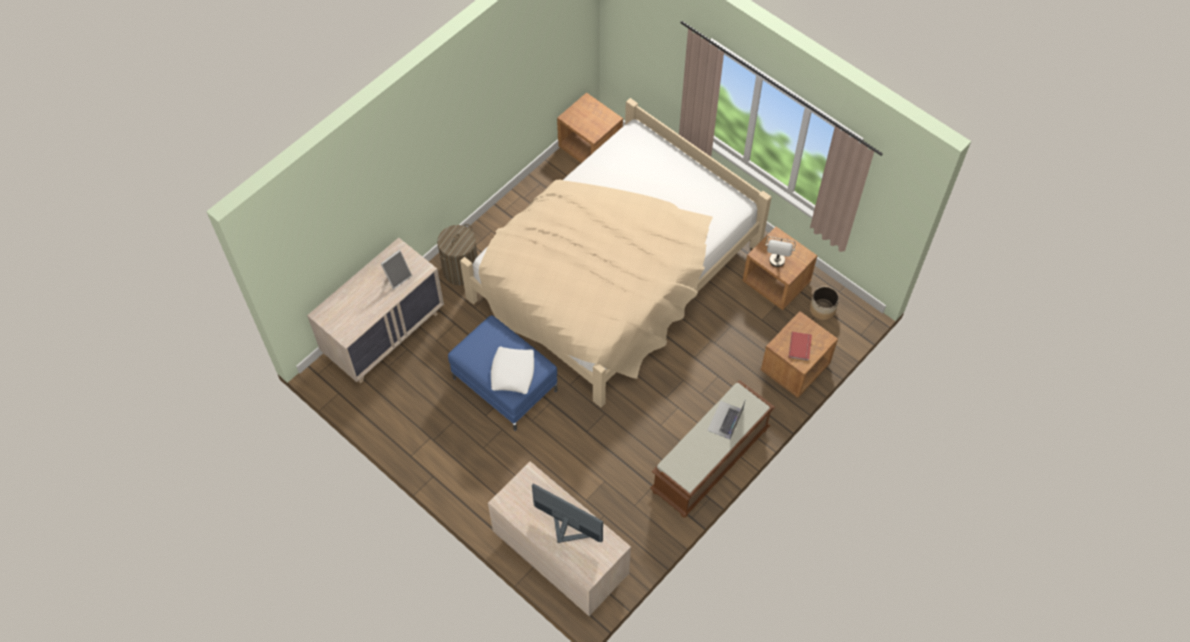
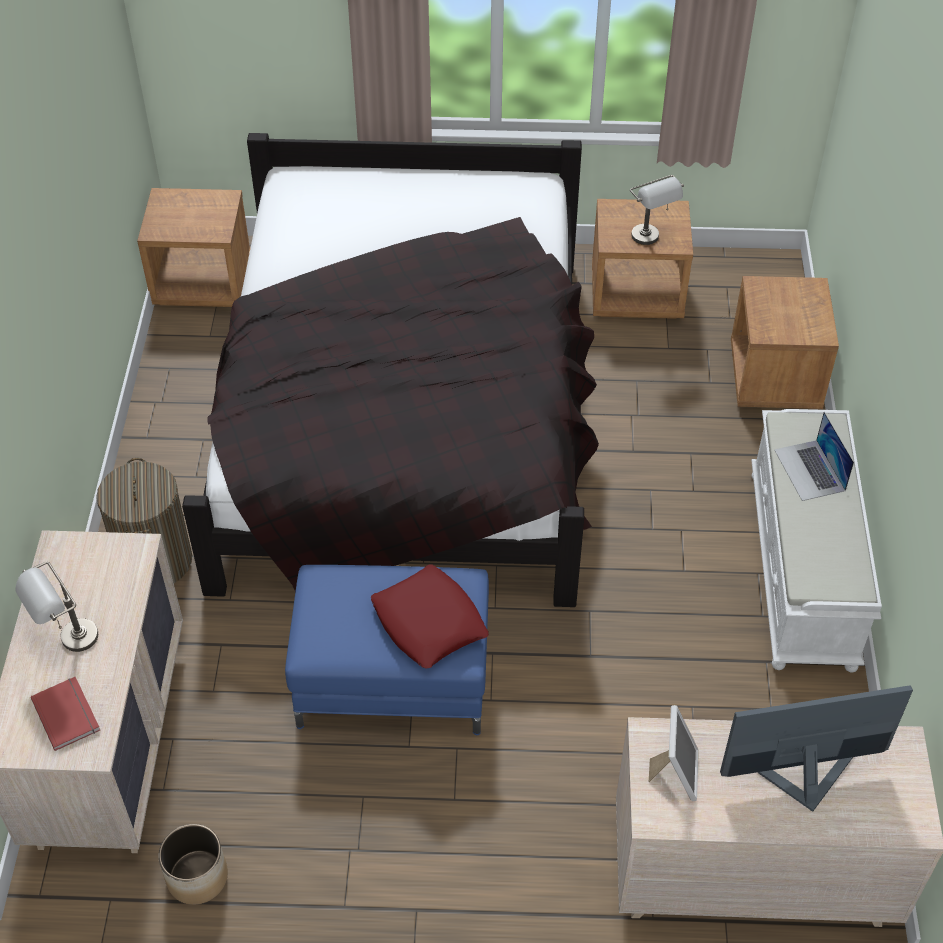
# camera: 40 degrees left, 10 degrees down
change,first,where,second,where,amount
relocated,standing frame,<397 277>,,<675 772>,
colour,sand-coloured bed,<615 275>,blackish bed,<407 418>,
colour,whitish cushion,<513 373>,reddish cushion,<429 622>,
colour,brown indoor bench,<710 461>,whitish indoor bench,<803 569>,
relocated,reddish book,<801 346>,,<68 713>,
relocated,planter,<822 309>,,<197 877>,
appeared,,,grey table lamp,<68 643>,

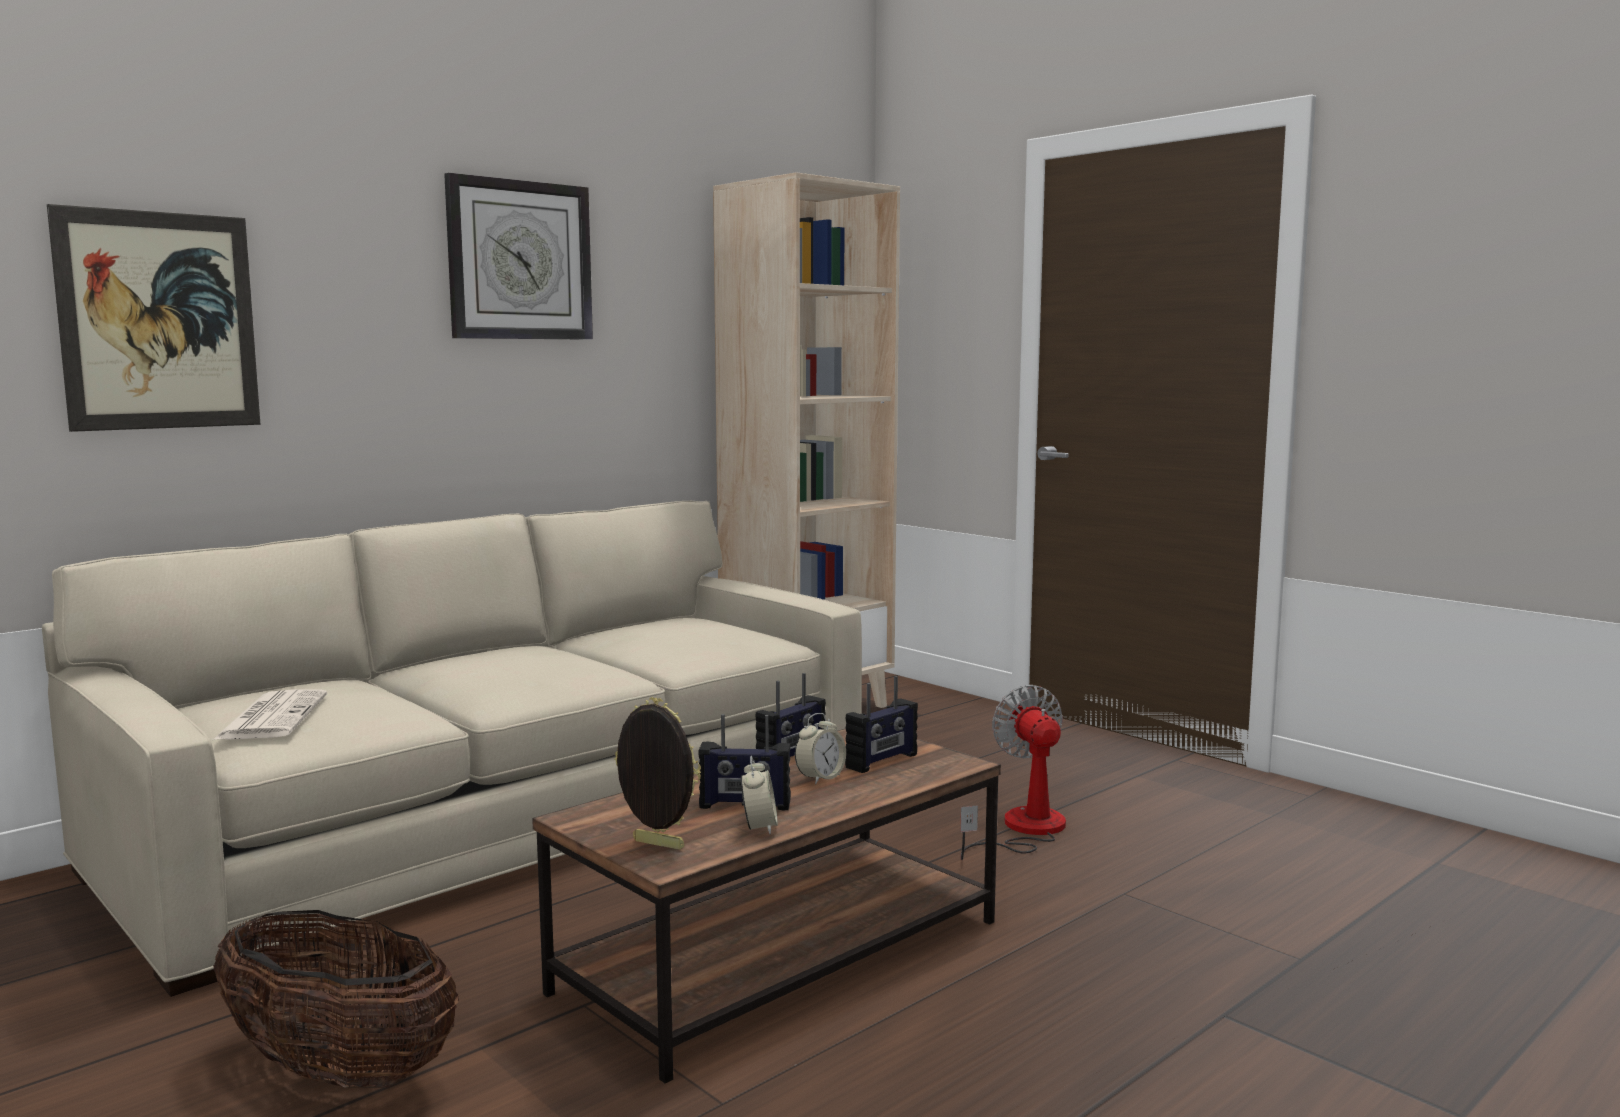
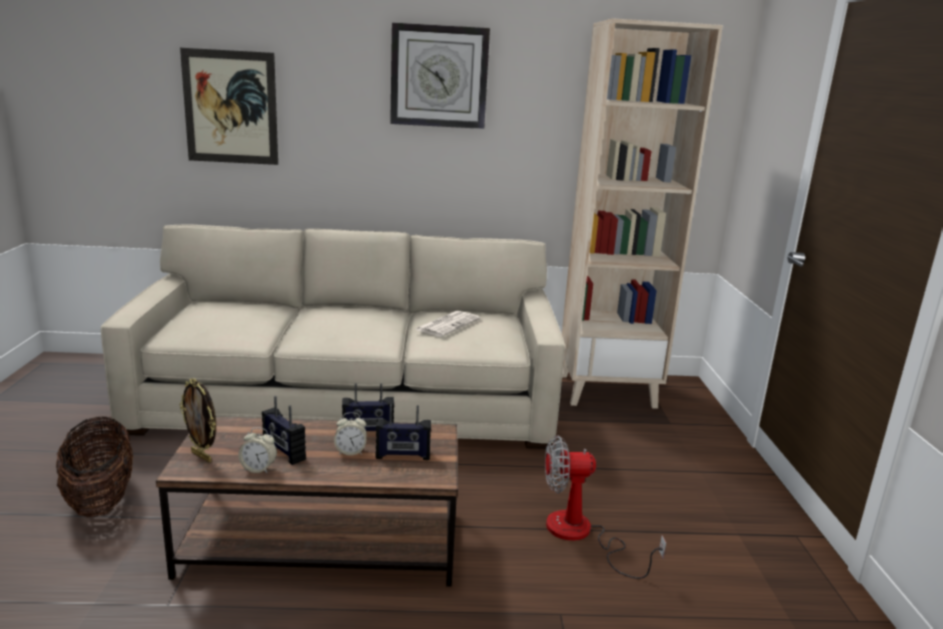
# camera: 40 degrees right, 10 degrees up
change,first,where,second,where,amount
relocated,newspaper,<272 717>,,<447 324>,
spun,standing frame,<656 845>,,<202 456>,150 degrees clockwise
spun,alarm clock,<759 827>,,<258 469>,60 degrees clockwise
spun,cooling fan,<1023 830>,,<581 535>,120 degrees counterclockwise

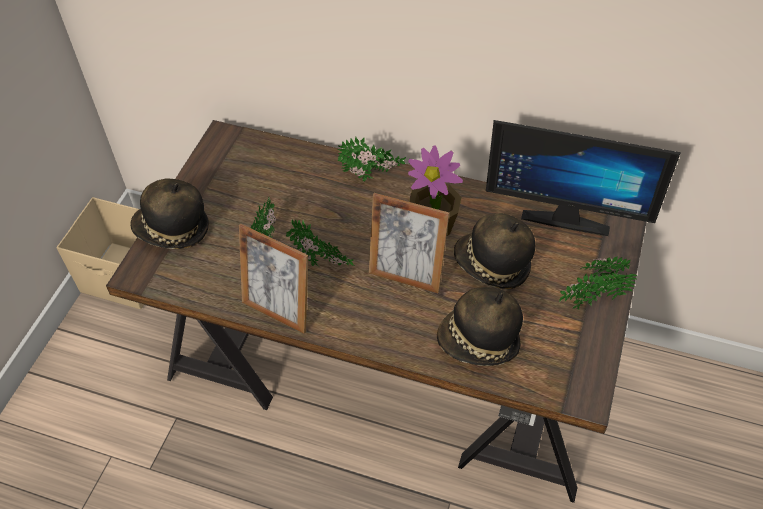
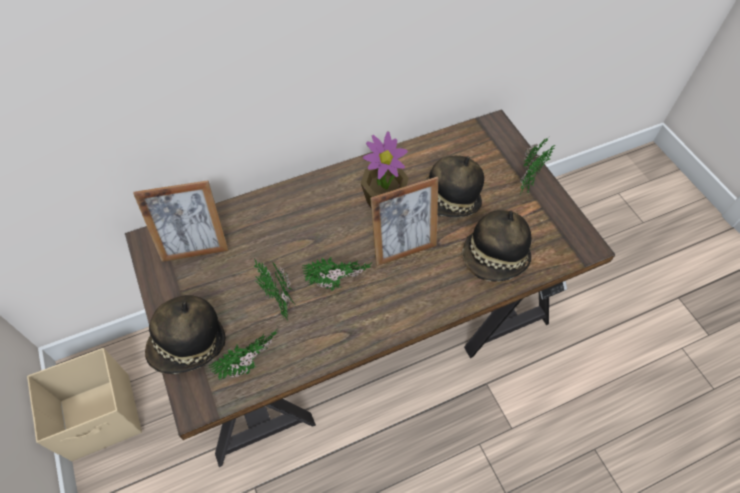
# camera: 45 degrees left, 5 degrees up
change,first,where,second,where,amount
relocated,standing frame,<279 309>,,<195 248>,
relocated,houseplant,<371 178>,,<251 365>,
missing,computer screen,<566 215>,,,

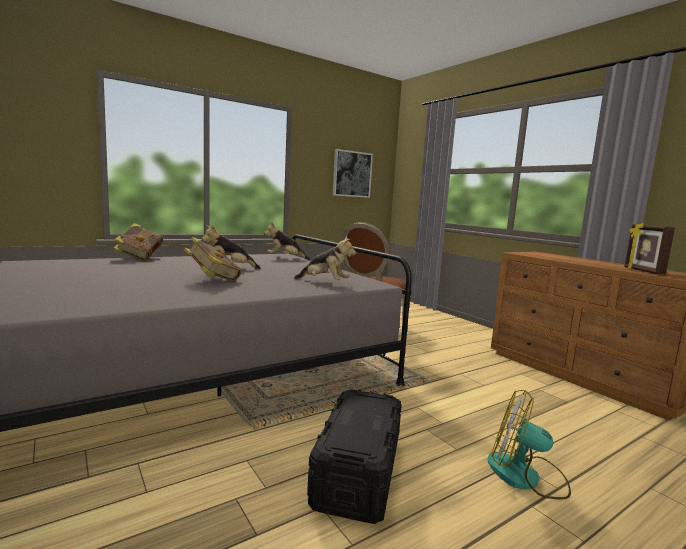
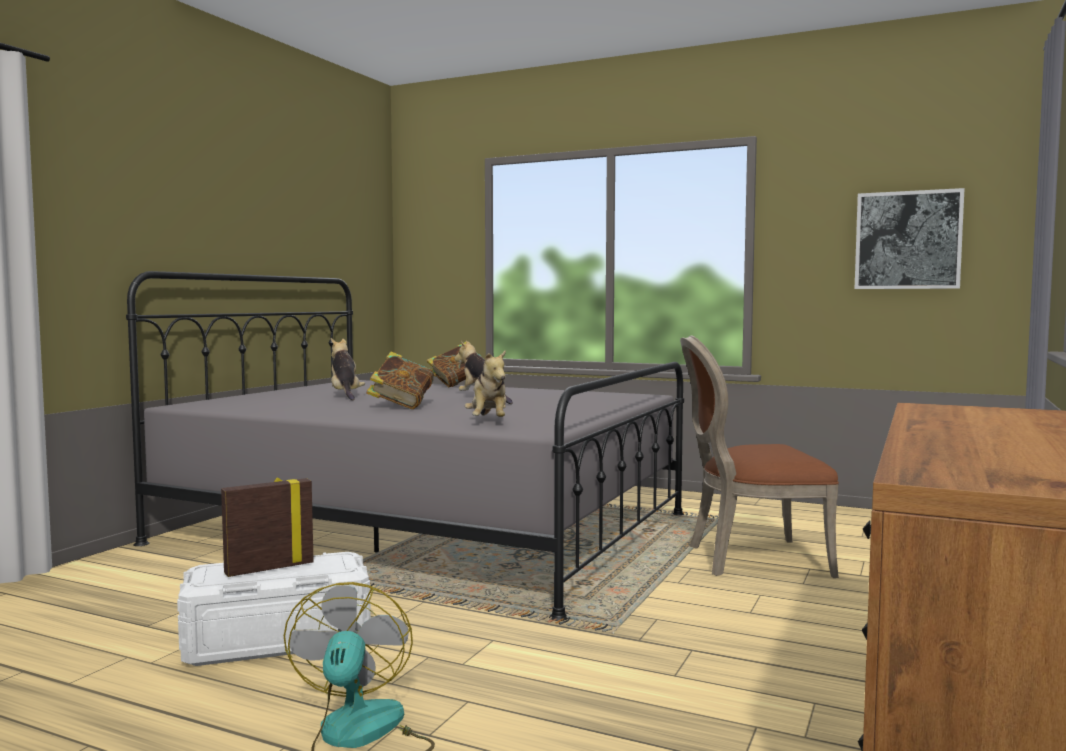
# camera: 60 degrees right, 5 degrees down
change,first,where,second,where,amount
relocated,plush toy,<285 258>,,<345 396>,
colour,blackish storage bin,<357 472>,whitish storage bin,<277 640>,
relocated,standing frame,<642 271>,,<269 568>,

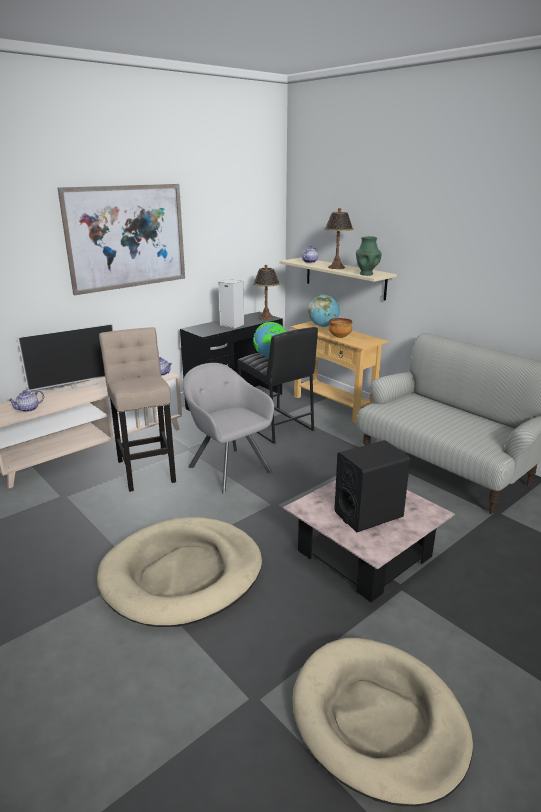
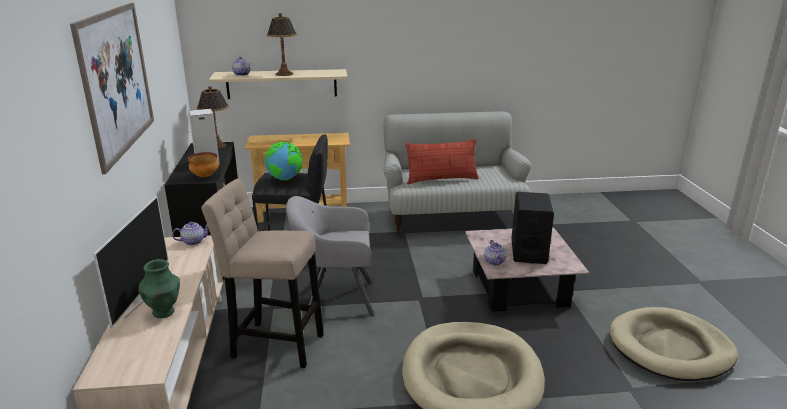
# camera: 55 degrees left, 0 degrees up
change,first,where,second,where,amount
relocated,pot for tea,<28 409>,,<495 262>,
missing,desk globe,<323 326>,,,
relocated,serving bowl,<340 337>,,<205 176>,
relocated,green-coloured vase,<366 274>,,<164 312>,
appeared,,,cushion,<441 179>,

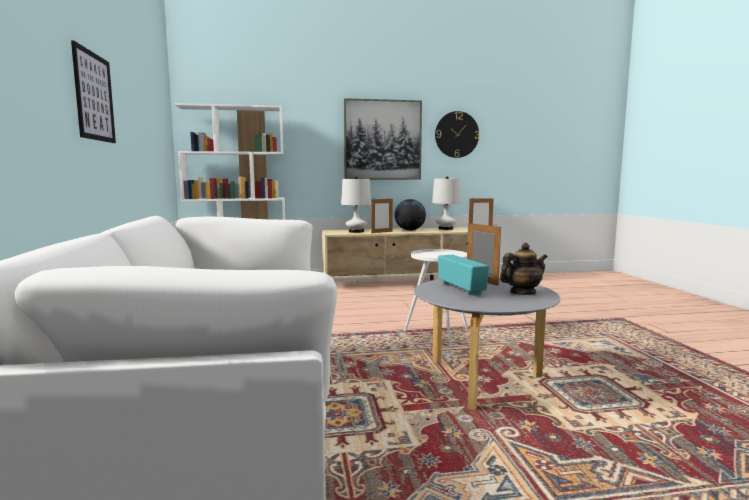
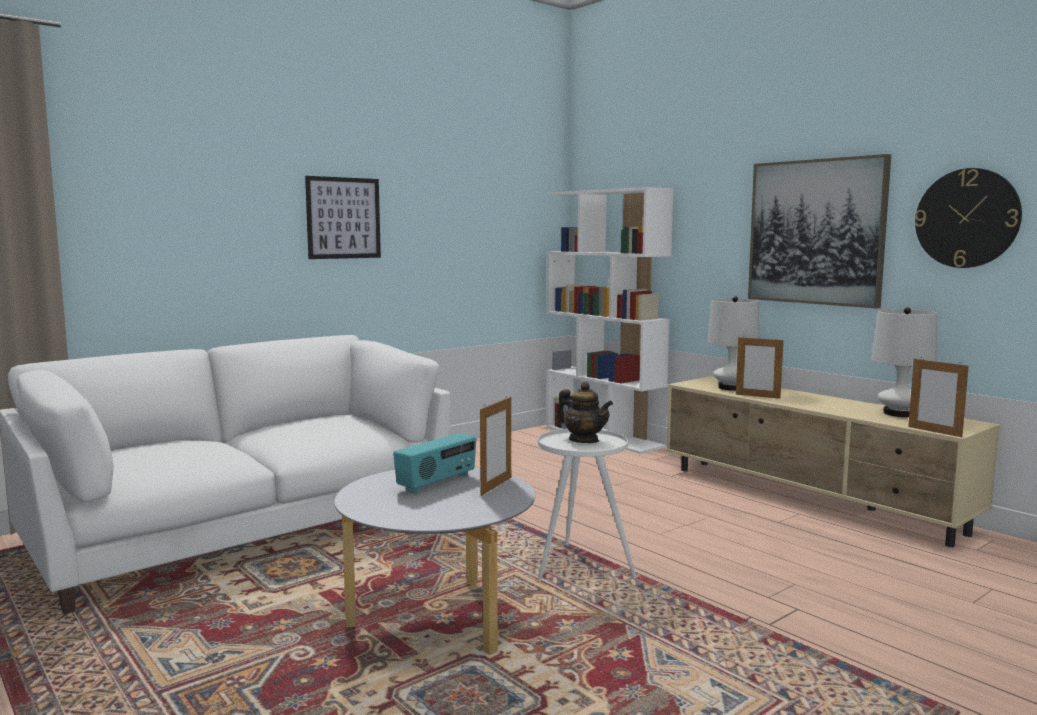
# camera: 60 degrees right, 0 degrees up
change,first,where,second,where,amount
missing,desk globe,<410 230>,,,
relocated,pot for tea,<522 293>,,<584 440>,

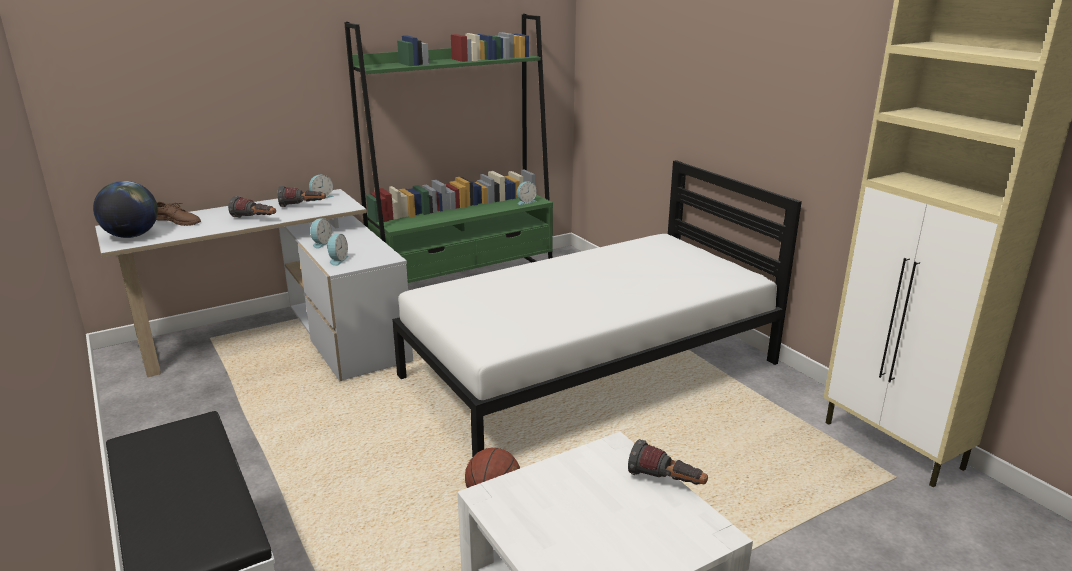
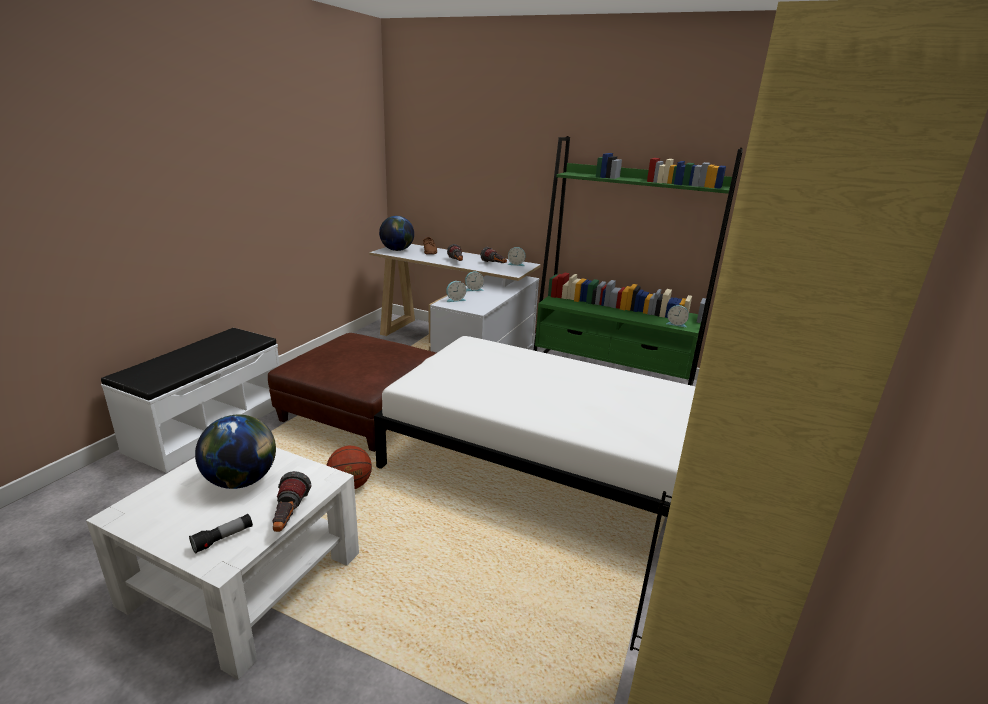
# camera: 55 degrees right, 0 degrees up
change,first,where,second,where,amount
appeared,,,hand torch,<223 539>,
appeared,,,desk globe,<242 480>,
appeared,,,brown footrest,<362 410>,

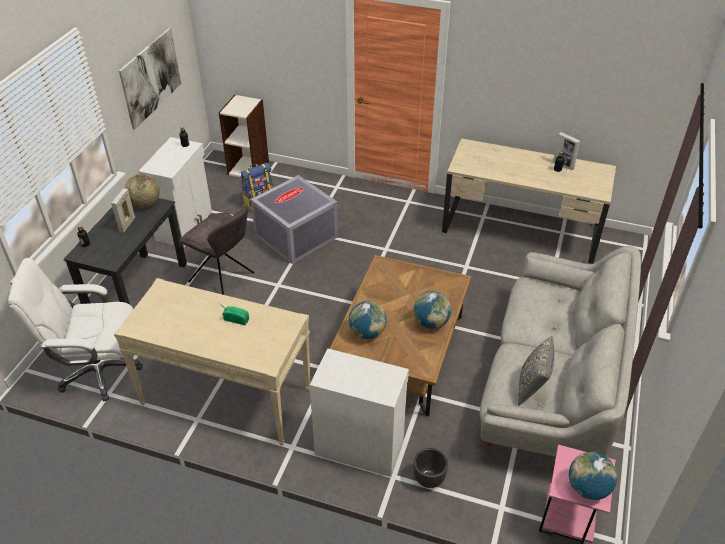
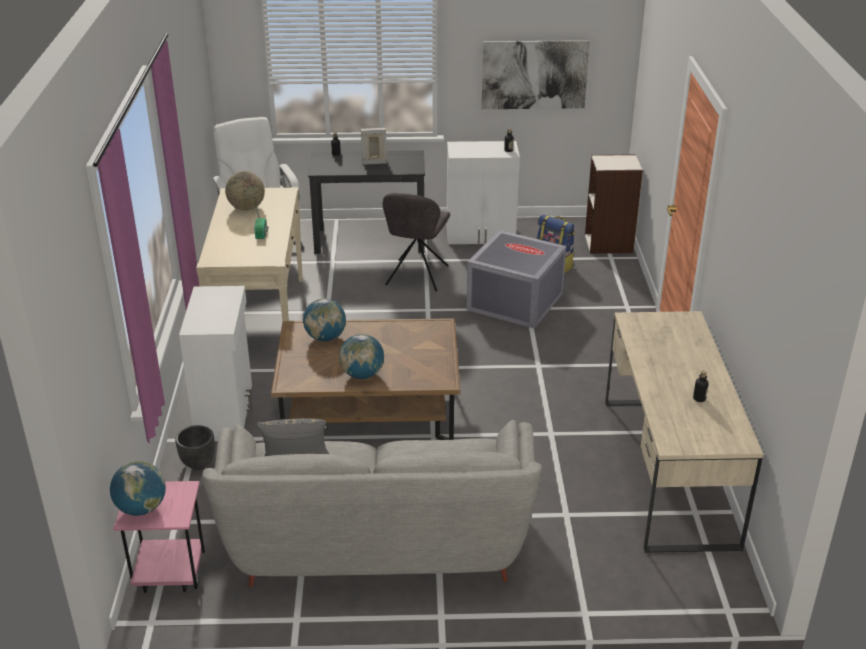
# camera: 70 degrees right, 10 degrees down
change,first,where,second,where,amount
relocated,desk globe,<145 204>,,<246 208>,
missing,standing frame,<563 165>,,,

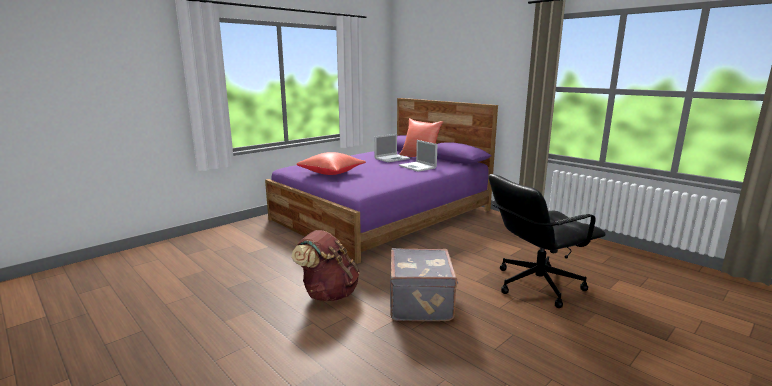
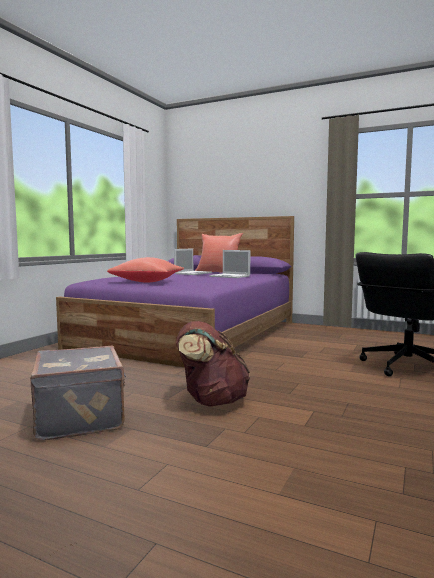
# camera: 20 degrees left, 10 degrees down
change,first,where,second,where,amount
relocated,grey travel case,<422 303>,,<81 417>,

